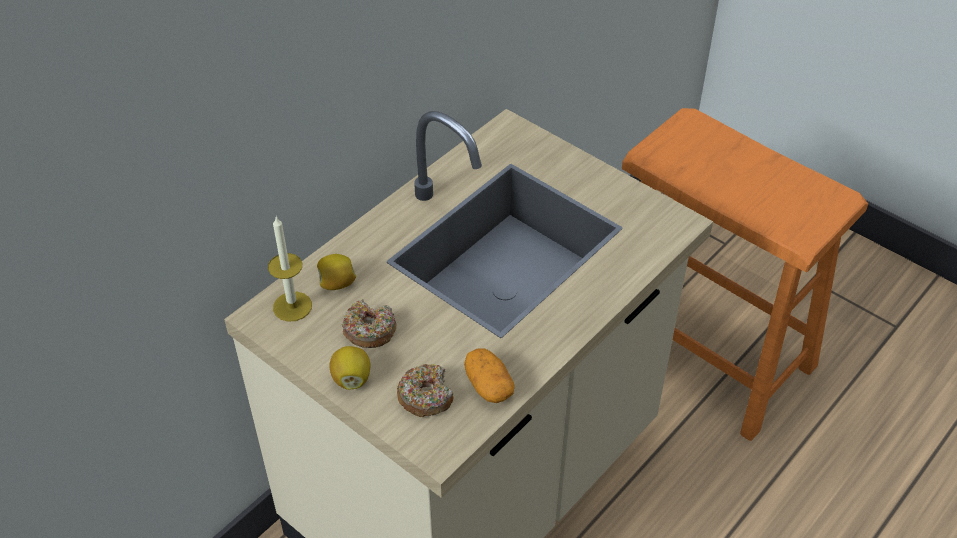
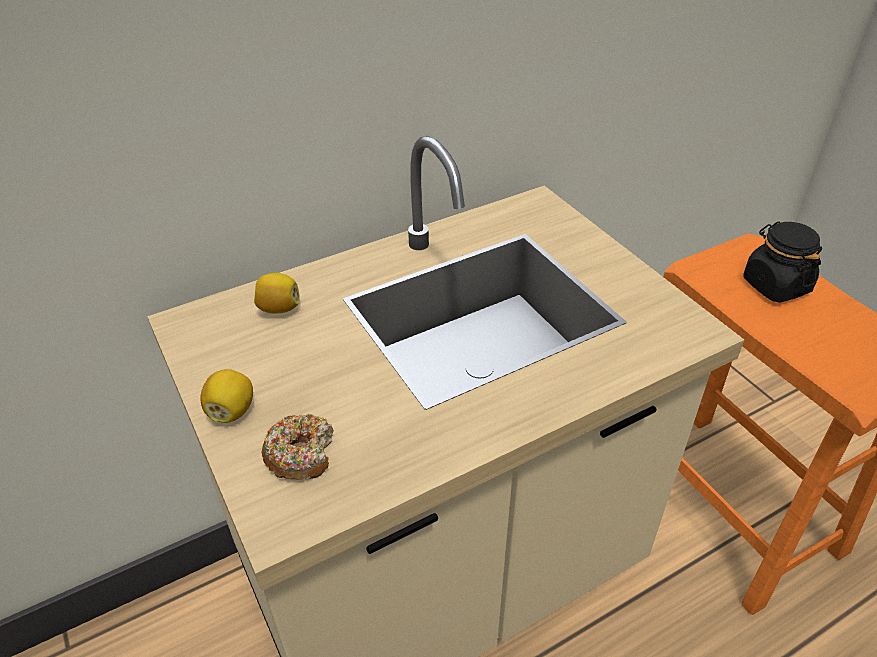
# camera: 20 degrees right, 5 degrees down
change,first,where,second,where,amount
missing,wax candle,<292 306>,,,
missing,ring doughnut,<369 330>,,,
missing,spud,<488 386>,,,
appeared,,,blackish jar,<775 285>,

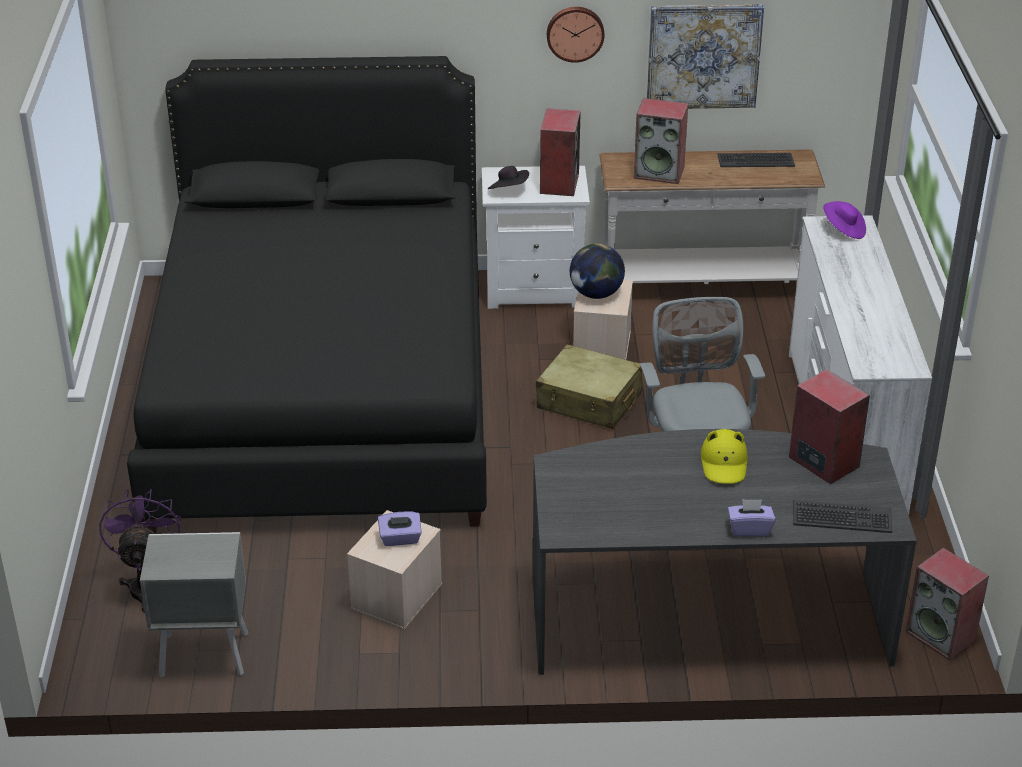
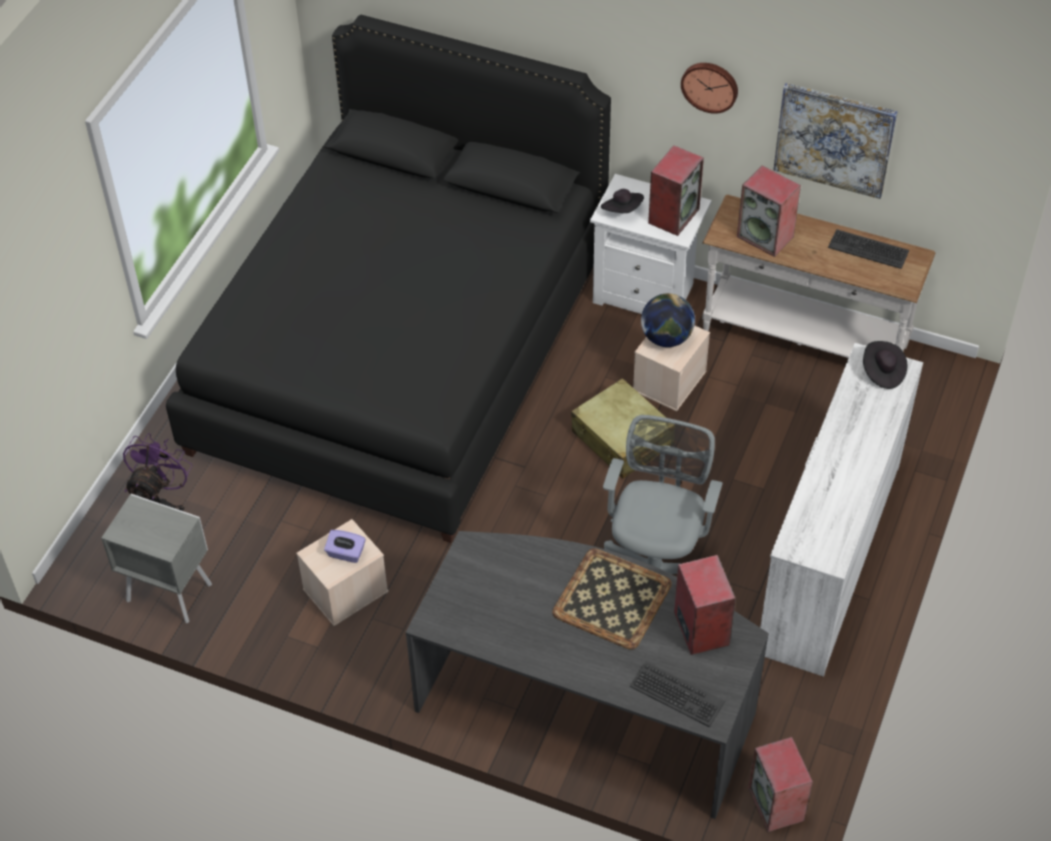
# camera: 25 degrees right, 15 degrees up
change,first,where,second,where,amount
exchanged,yellow wearable hat,<724 463>,serving tray,<613 598>,
missing,purplish box of tissues,<749 529>,,,
colour,purplish wearable hat,<844 230>,blackish wearable hat,<882 372>,

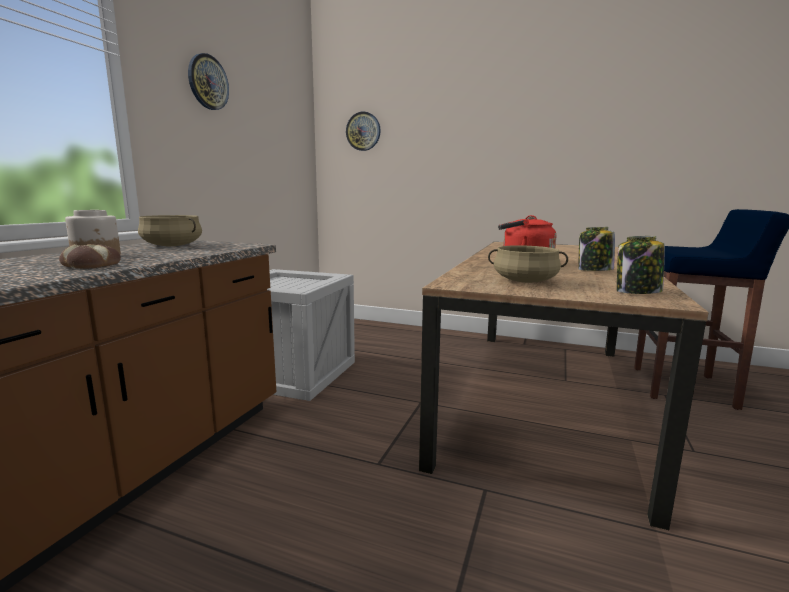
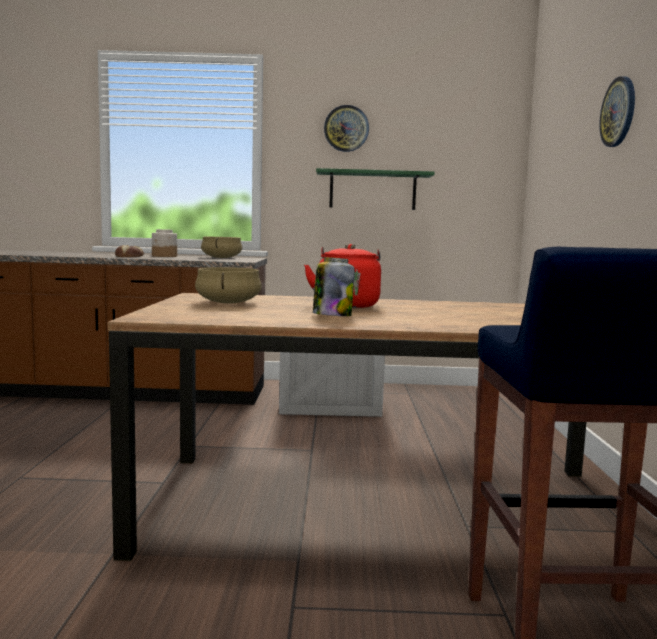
# camera: 70 degrees right, 5 degrees down
change,first,where,second,where,amount
relocated,hanging clock,<363 131>,,<618 112>,
missing,jar,<637 292>,,,
appeared,,,green-coloured wall shelf,<372 190>,

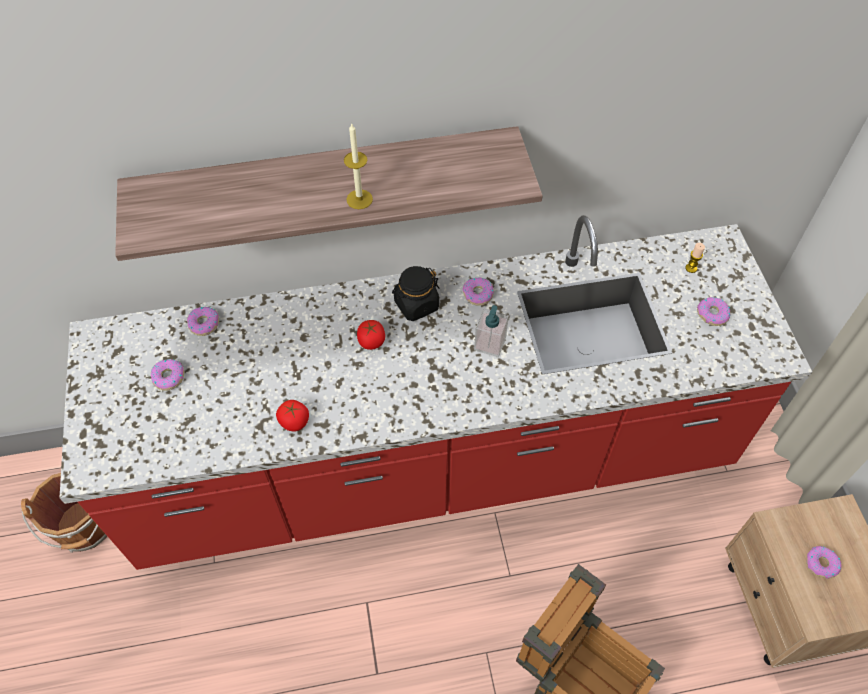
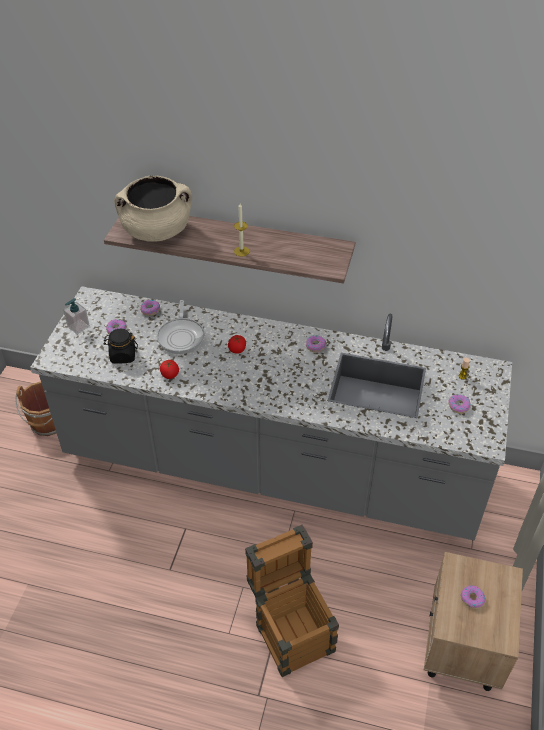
# camera: 25 degrees right, 10 degrees down
change,first,where,second,where,amount
colour,reddish kitchen base unit,<434 462>,grey kitchen base unit,<272 466>,
relocated,blackish jar,<416 305>,,<122 356>,
relocated,soap dispenser,<490 344>,,<78 326>,
appeared,,,sand-coloured saucepot,<157 231>,
appeared,,,pan,<181 336>,

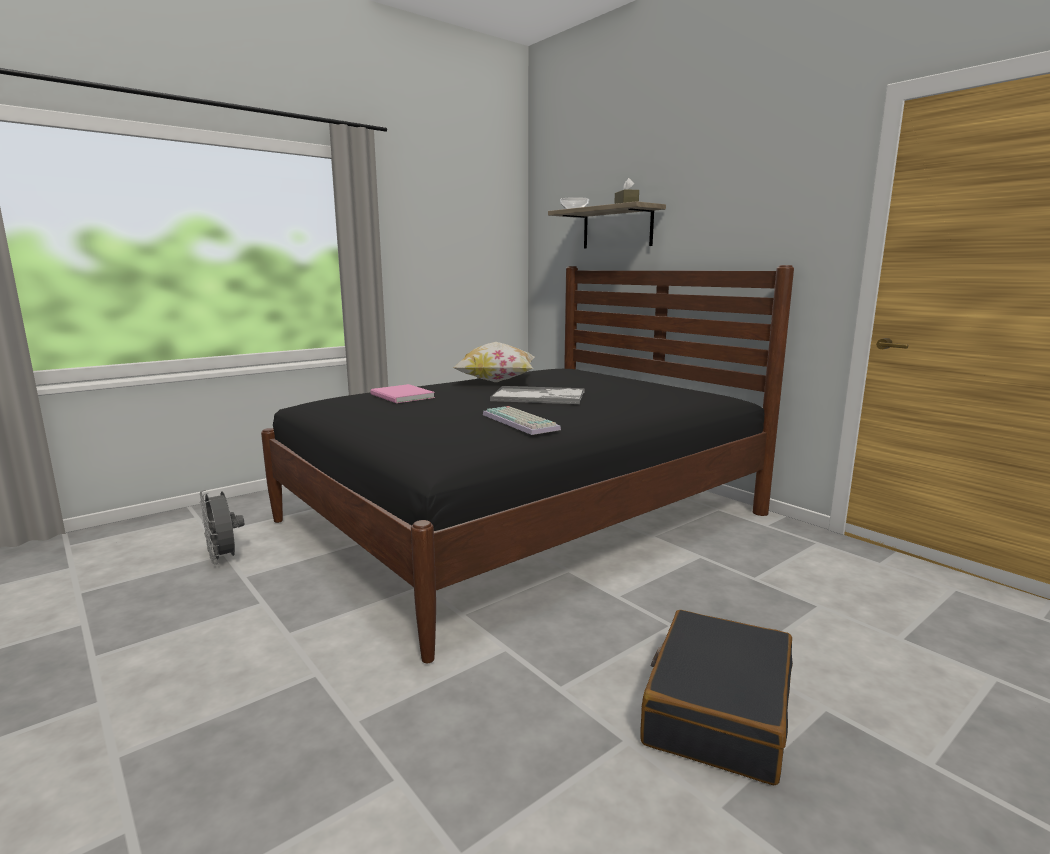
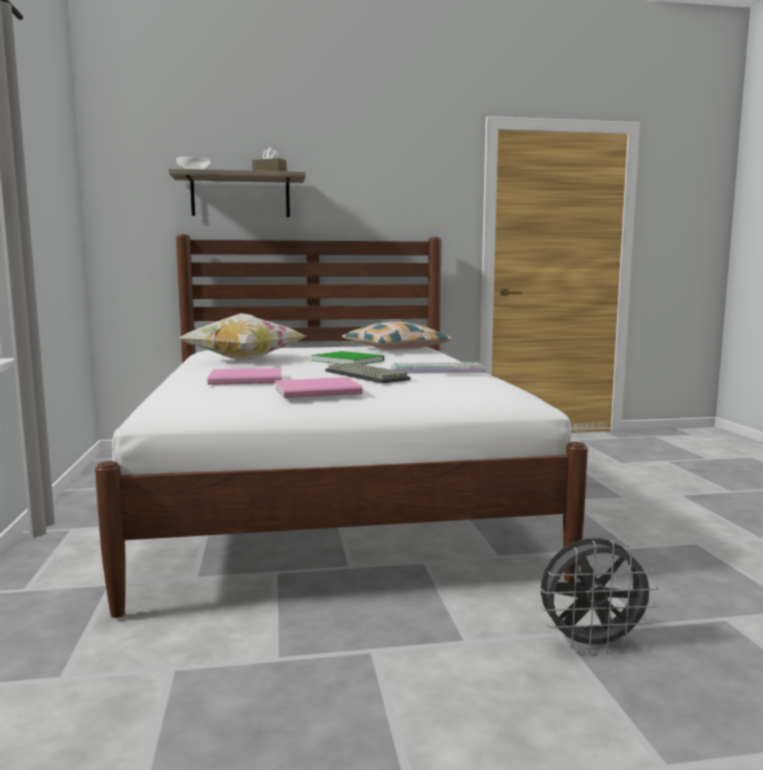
# camera: 60 degrees left, 5 degrees down
change,first,where,second,where,amount
relocated,grey cooling fan,<224 559>,,<591 644>,
colour,blackish bed,<523 518>,whitish bed,<329 498>,
exchanged,serving tray,<539 397>,green-coloured book,<347 360>,
missing,blackish travel case,<717 710>,,,
appeared,,,pink-coloured book,<320 391>,
appeared,,,keyboard,<368 375>,
appeared,,,cushion,<396 349>,

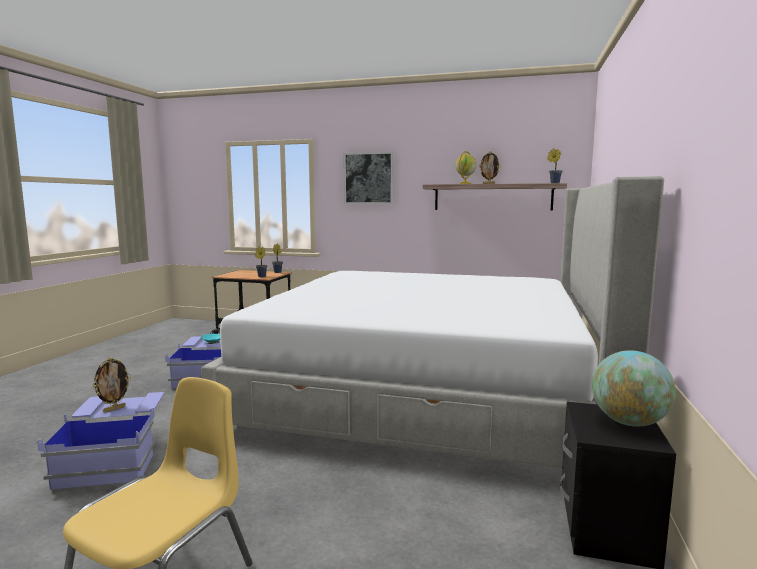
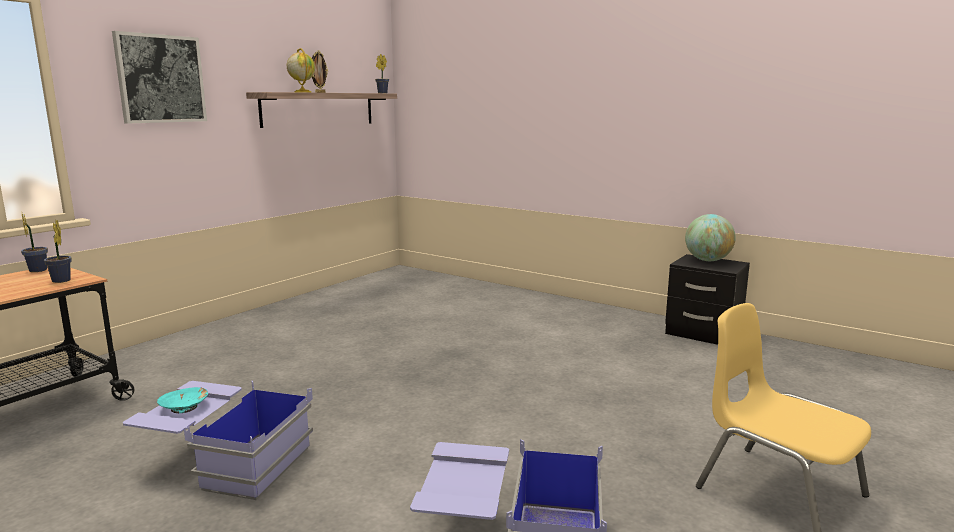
# camera: 70 degrees left, 5 degrees up
change,first,where,second,where,amount
missing,standing frame,<114 409>,,,
missing,bed,<428 391>,,,

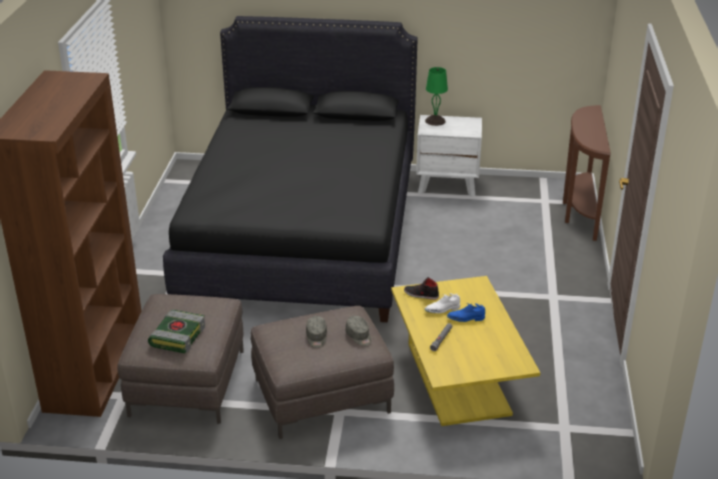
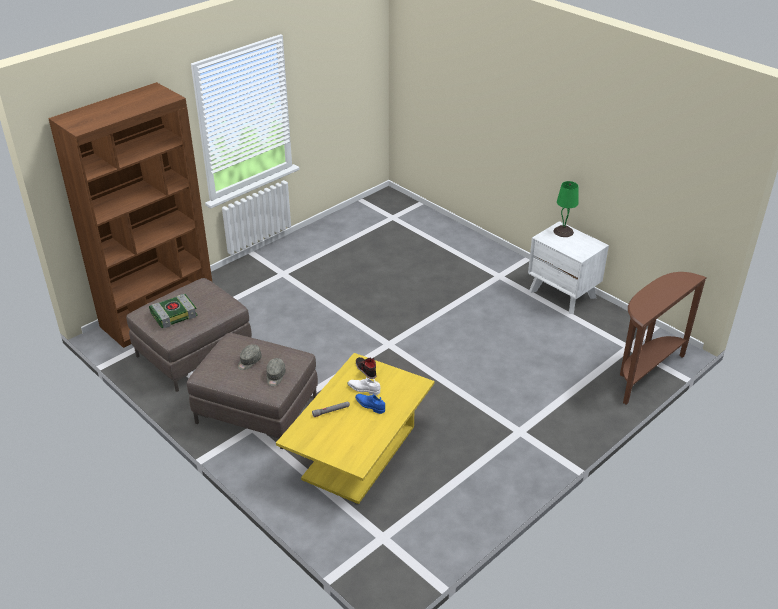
# camera: 40 degrees right, 5 degrees up
change,first,where,second,where,amount
missing,blackish bed,<301 234>,,,

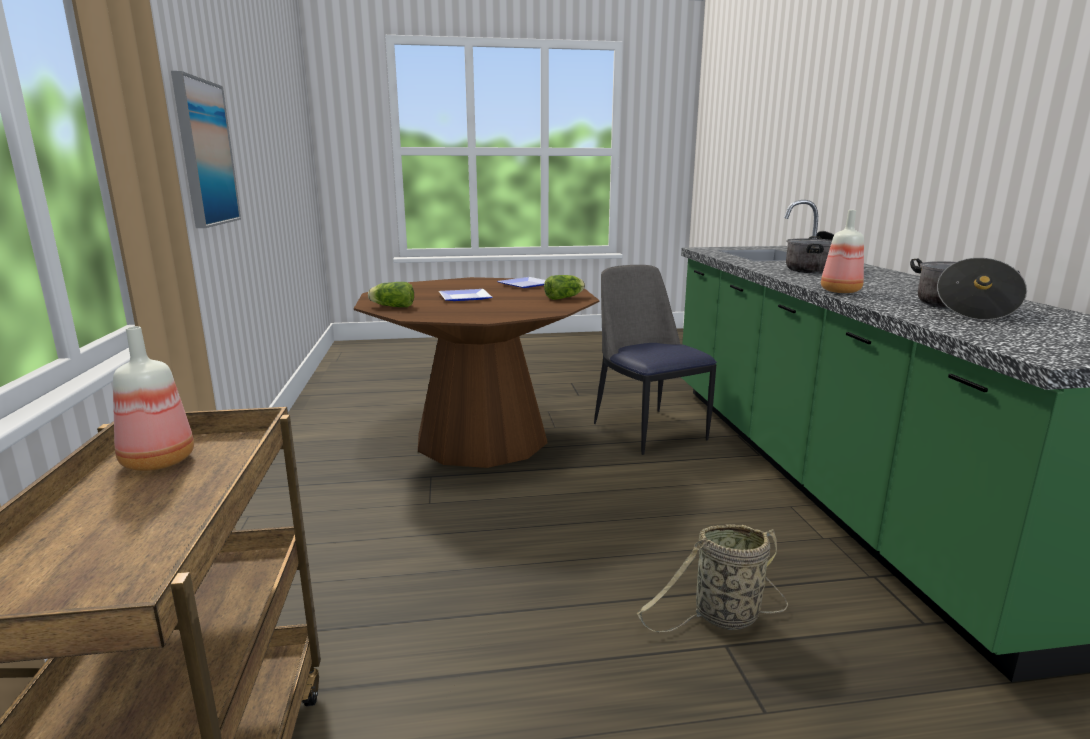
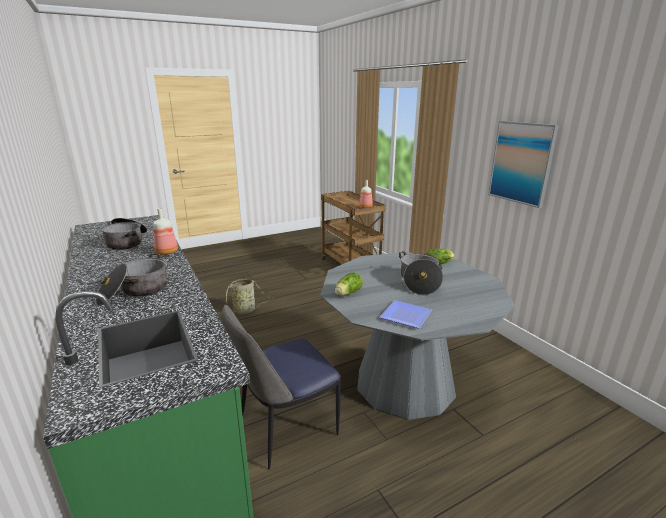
# camera: 160 degrees right, 5 degrees up
change,first,where,second,where,amount
colour,brown dinner table,<482 438>,grey dinner table,<405 383>,
exchanged,flat dish,<463 297>,saucepot,<419 282>,
spun,upright chair,<648 430>,,<285 428>,105 degrees clockwise

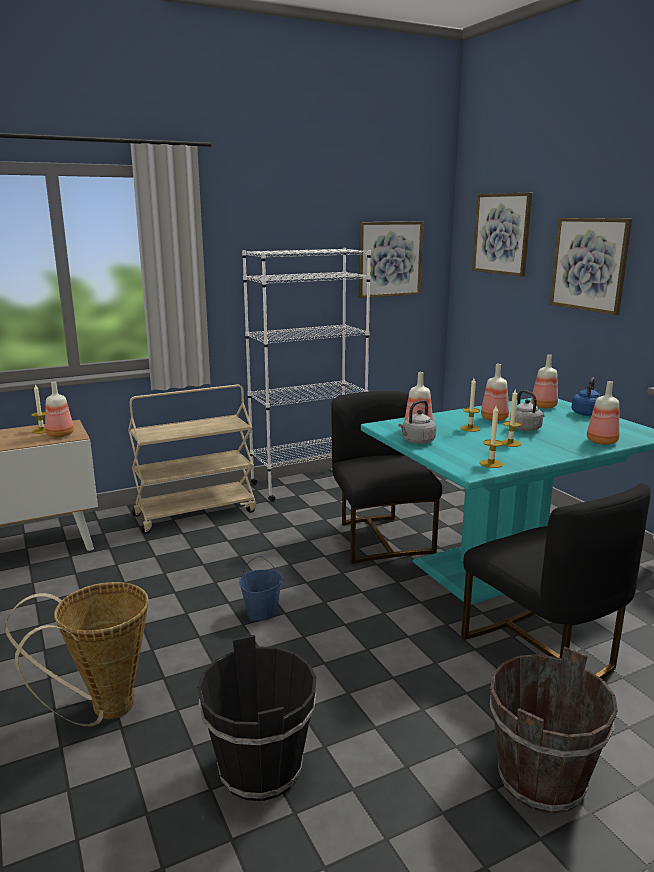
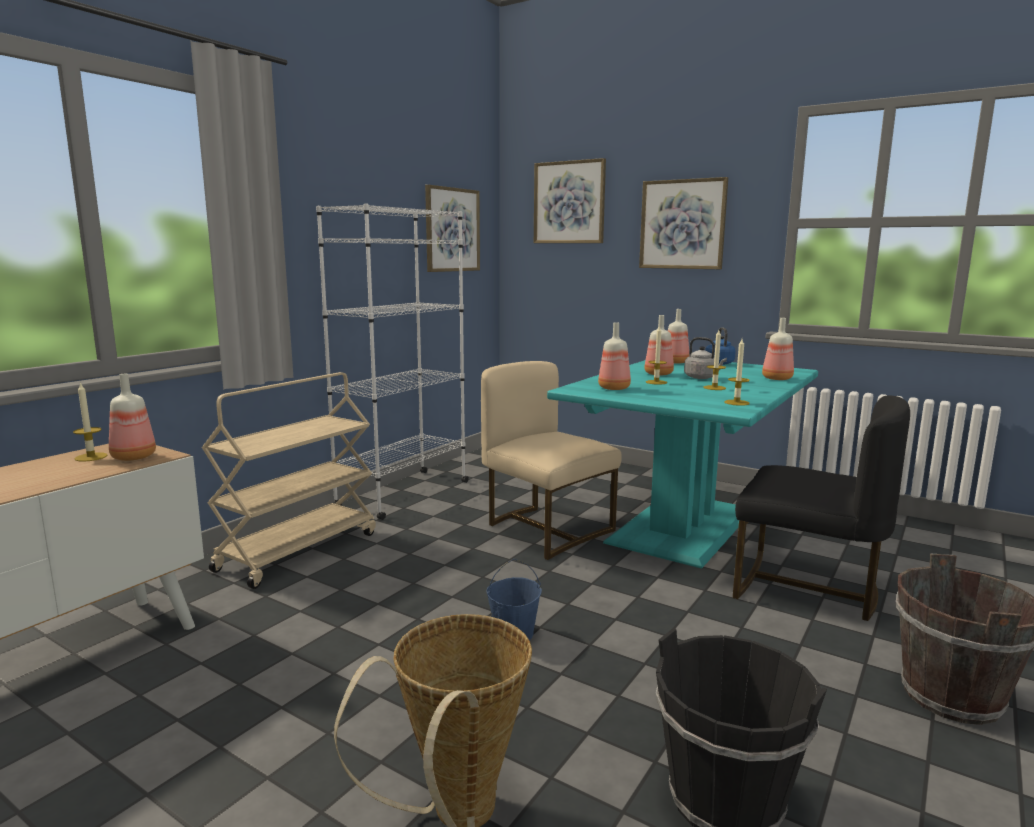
# camera: 30 degrees left, 5 degrees down
change,first,where,second,where,amount
colour,blackish upright chair,<380 538>,sand-coloured upright chair,<546 529>,
missing,grey kettle,<417 441>,,,

